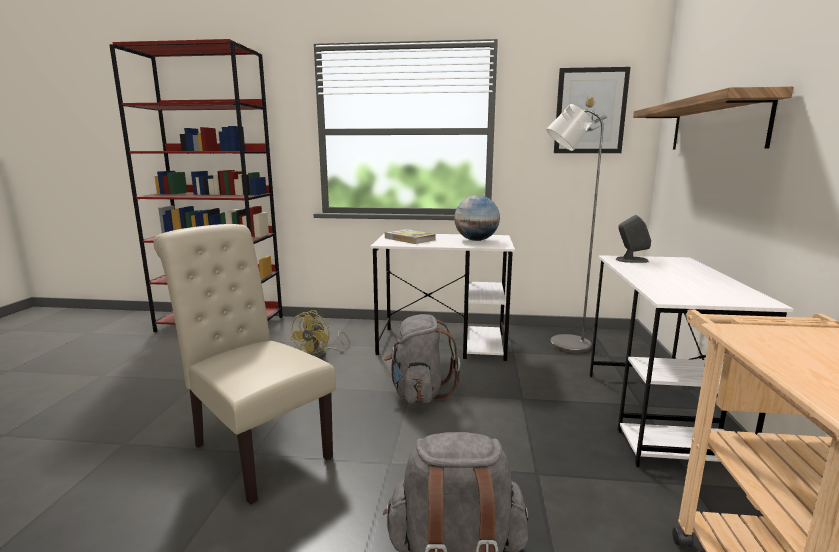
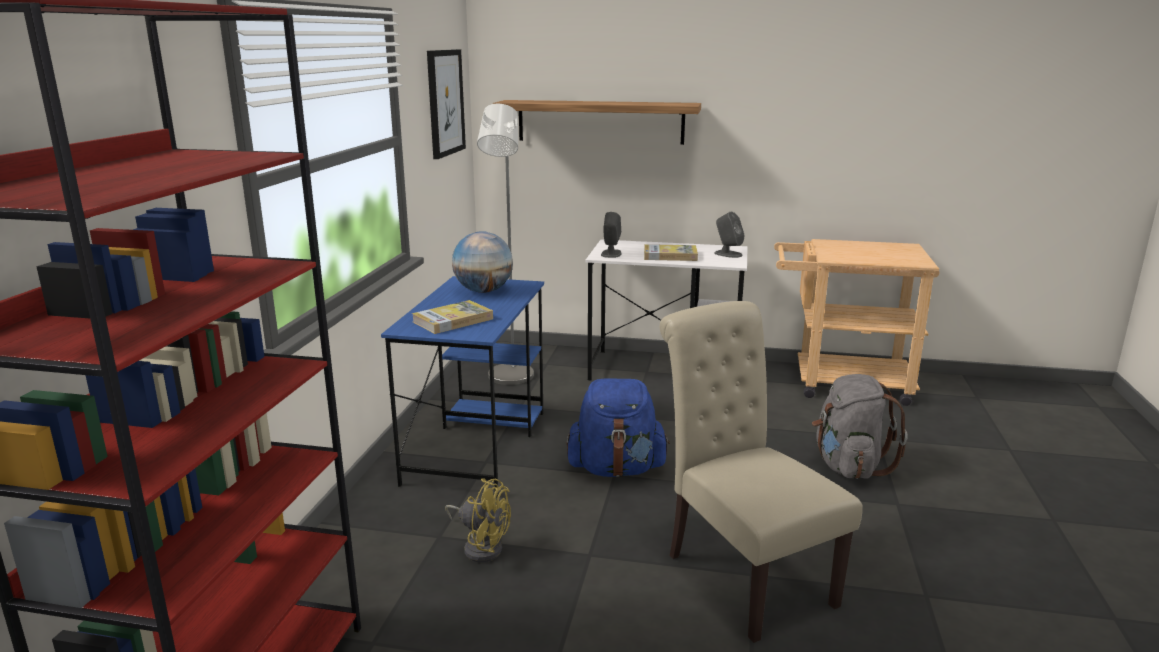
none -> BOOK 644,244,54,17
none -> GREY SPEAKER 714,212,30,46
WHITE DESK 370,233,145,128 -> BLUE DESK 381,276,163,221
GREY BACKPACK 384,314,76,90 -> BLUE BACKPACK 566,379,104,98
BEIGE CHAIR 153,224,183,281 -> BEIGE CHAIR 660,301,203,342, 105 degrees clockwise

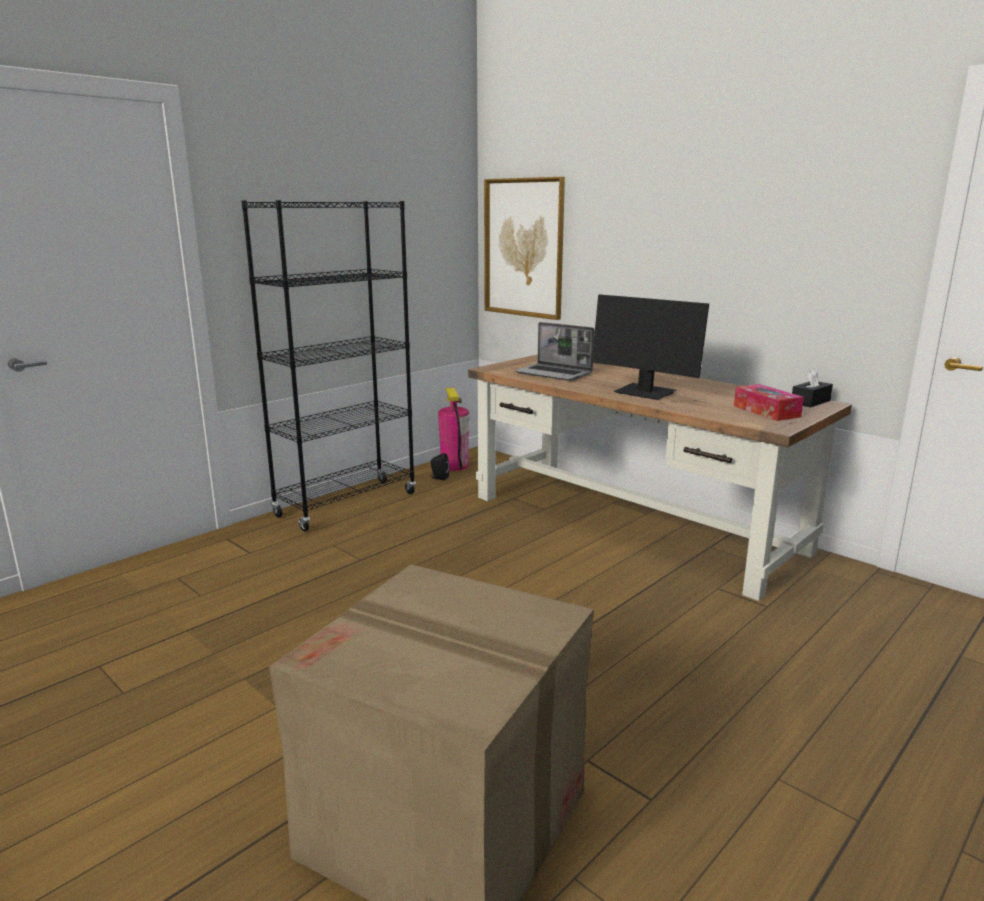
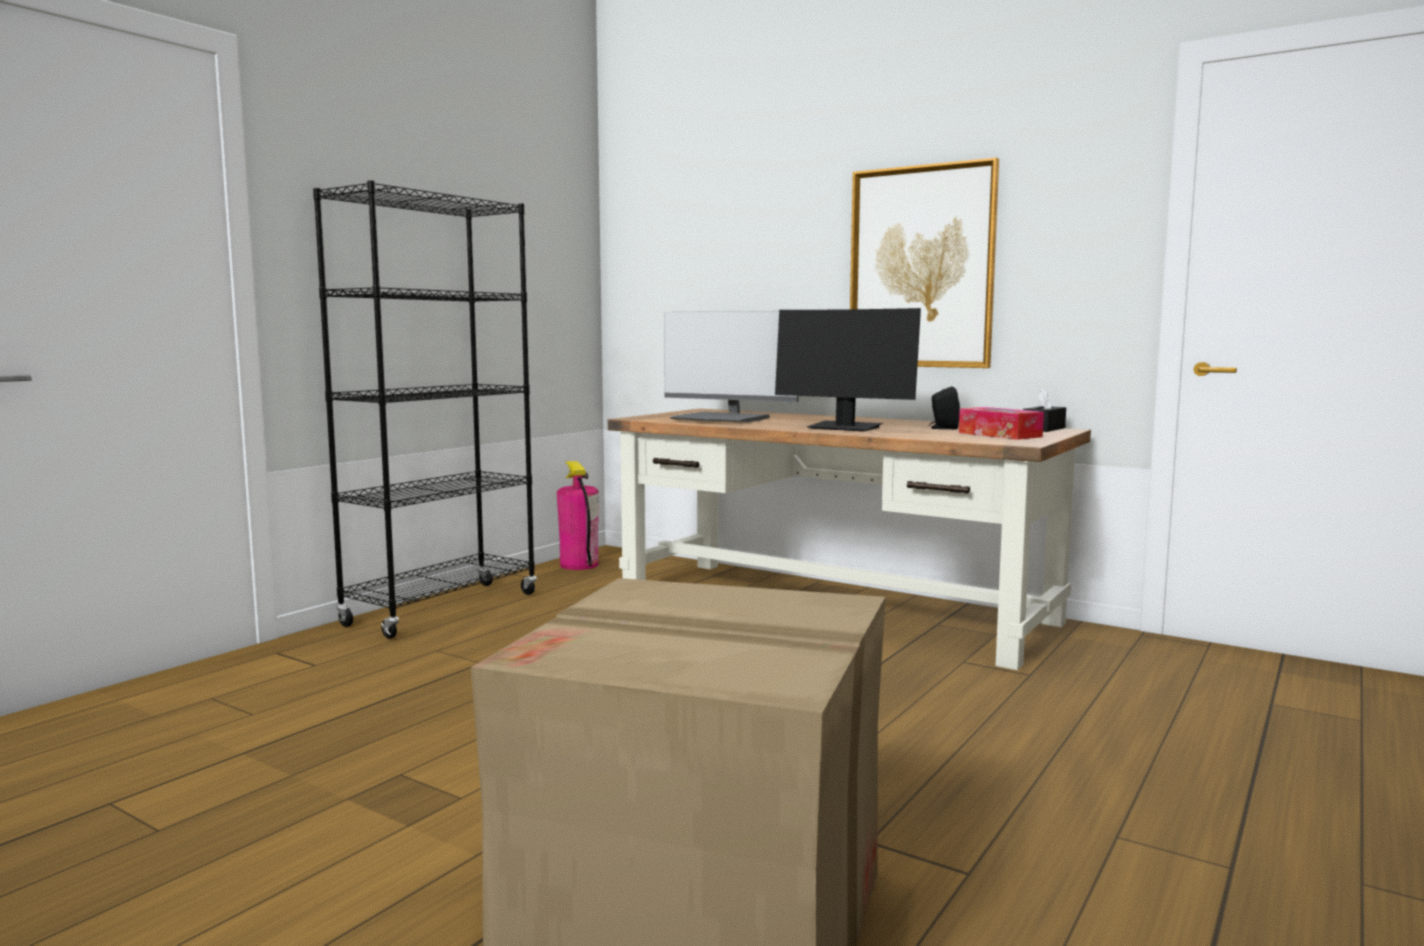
BLACK SPEAKER 431,453,18,27 -> BLACK SPEAKER 929,386,31,43, moved
PICTURE 484,177,81,143 -> PICTURE 850,158,149,210, moved
LAPTOP 515,322,79,59 -> MONITOR 664,311,135,111

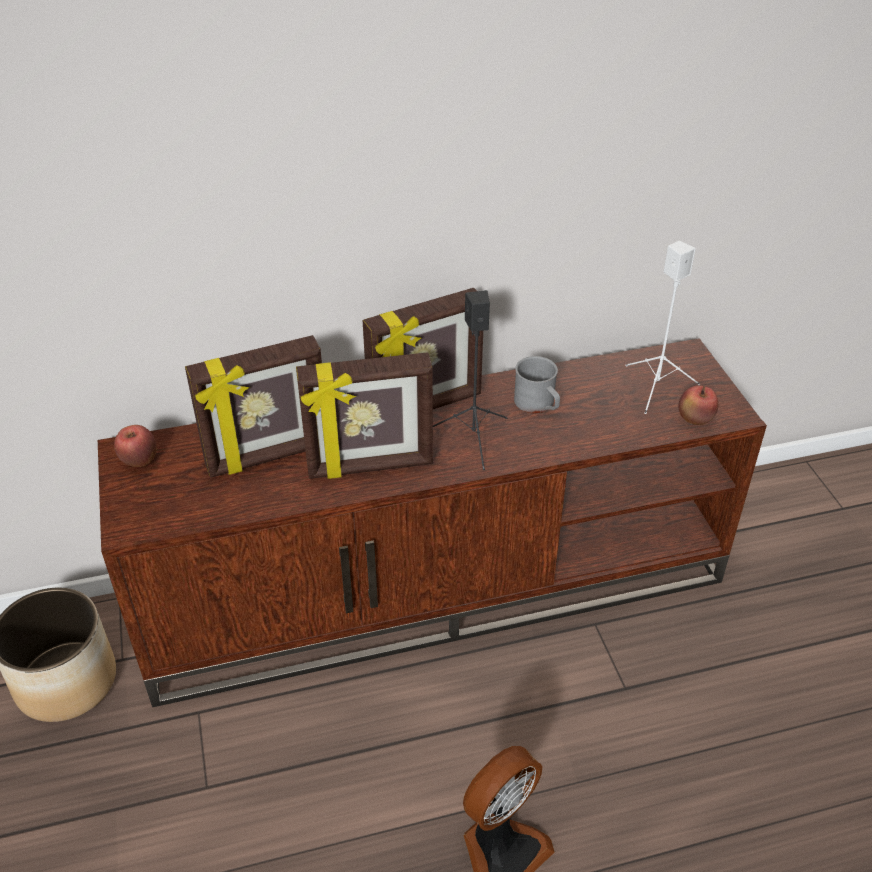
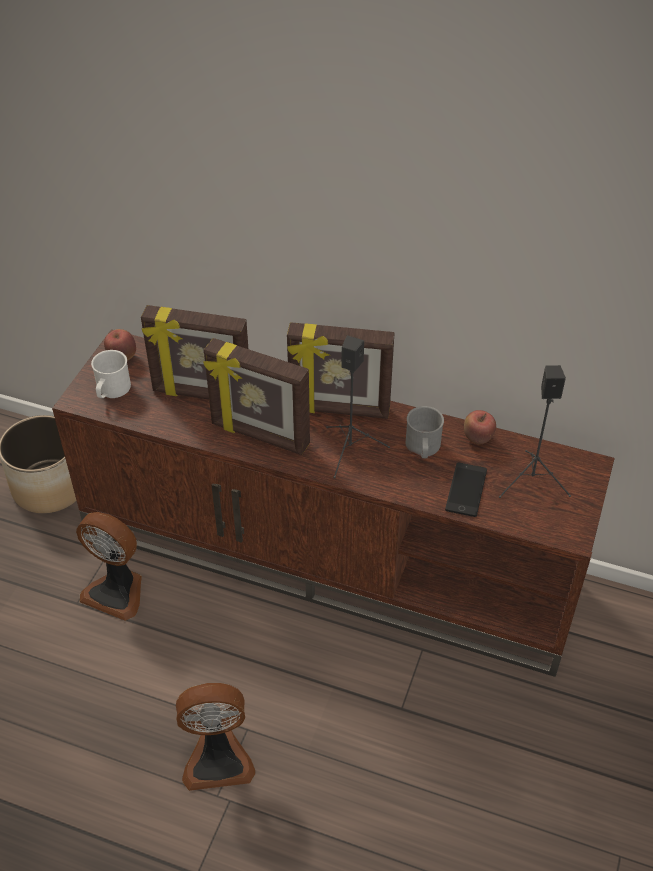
none -> FAN 76,512,66,109
none -> WHITE MUG 91,350,40,48
none -> PHONE 445,462,42,55
APPLE 679,385,39,40 -> APPLE 464,410,32,35, moved
WHITE SPEAKER 625,241,75,173 -> BLACK SPEAKER 499,365,72,133

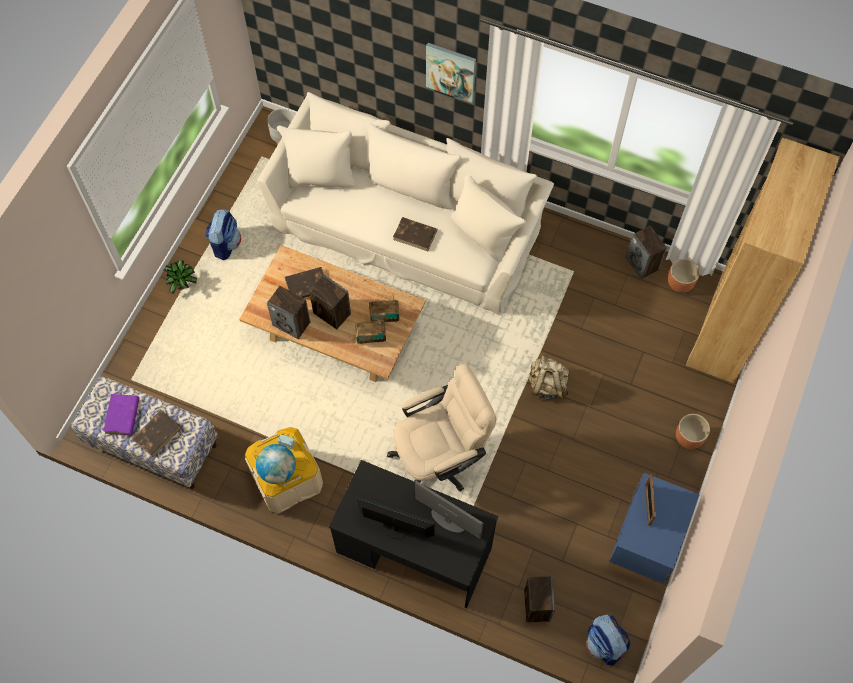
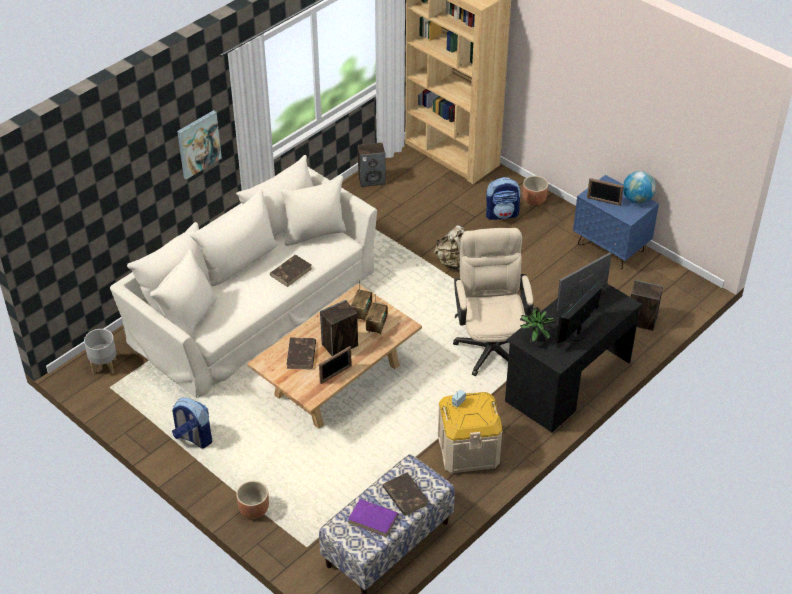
POTTED PLANT 163,260,34,34 -> POTTED PLANT 520,307,36,35, moved
GLOBE 256,444,40,40 -> GLOBE 623,171,33,33, moved
BACKPACK 586,614,44,52 -> BACKPACK 486,177,35,43, moved
BROWN PLANTER 668,258,32,35 -> BROWN PLANTER 236,481,33,38, moved
SPEAKER 267,286,43,53 -> PICTURE FRAME 319,346,33,38

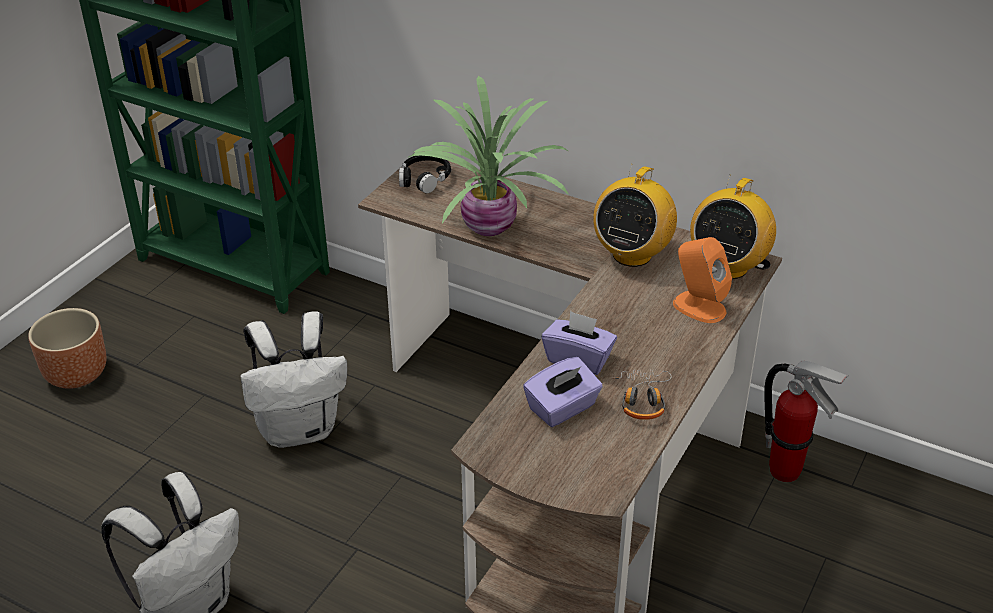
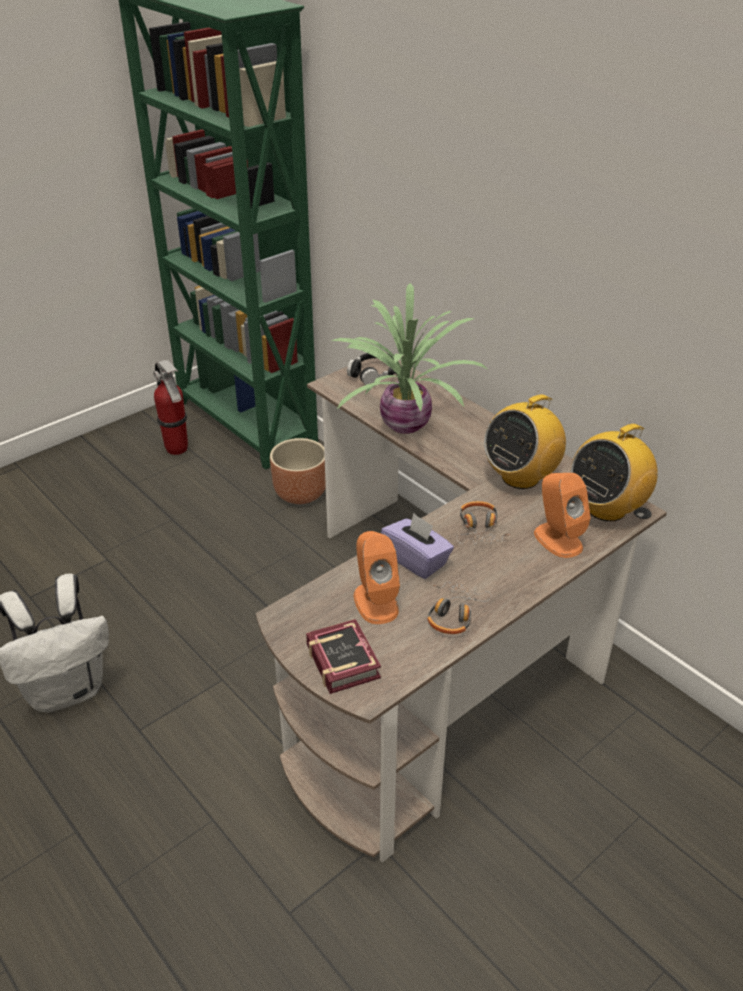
WHITE BACKPACK 240,311,107,137 -> none
none -> BOOK 306,619,75,75
none -> HEADPHONES 456,501,55,44
BROWN PLANTER 28,308,79,81 -> BROWN PLANTER 270,438,56,66, moved
FIRE EXTINGUISHER 764,361,85,121 -> FIRE EXTINGUISHER 153,360,35,95, moved
PURPLE TISSUE BOX 523,357,80,70 -> ORANGE SPEAKER 354,531,46,93

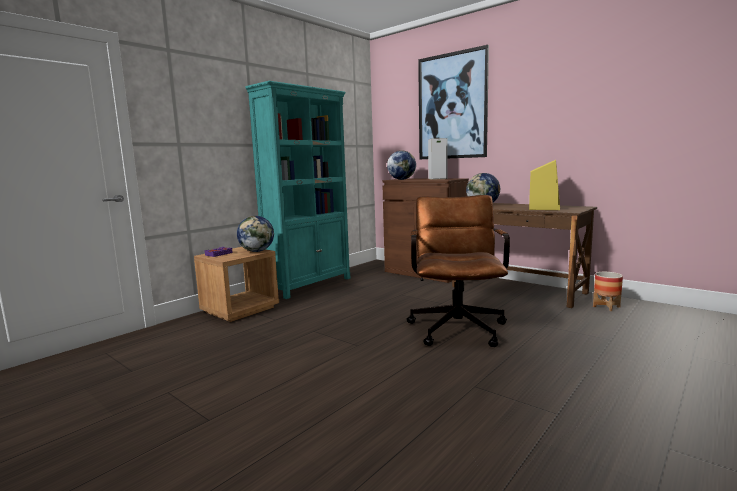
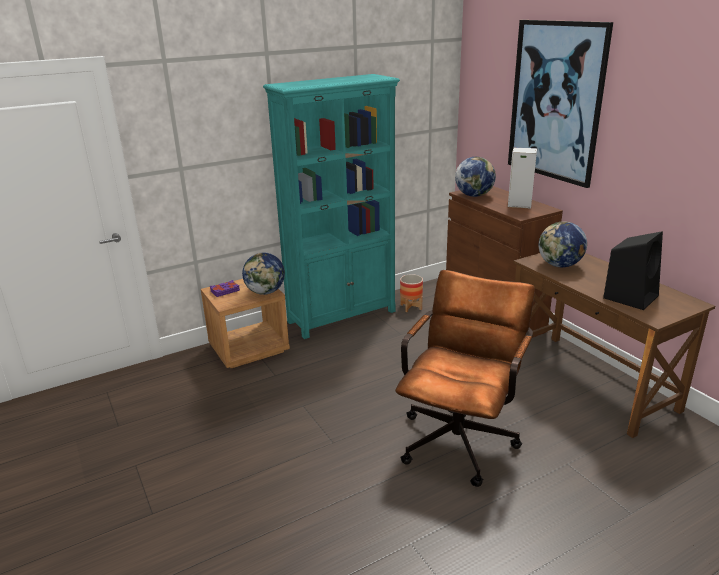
PLANTER 593,272,30,39 -> PLANTER 400,274,23,38, moved
YELLOW SPEAKER 529,160,31,50 -> BLACK SPEAKER 603,231,60,79

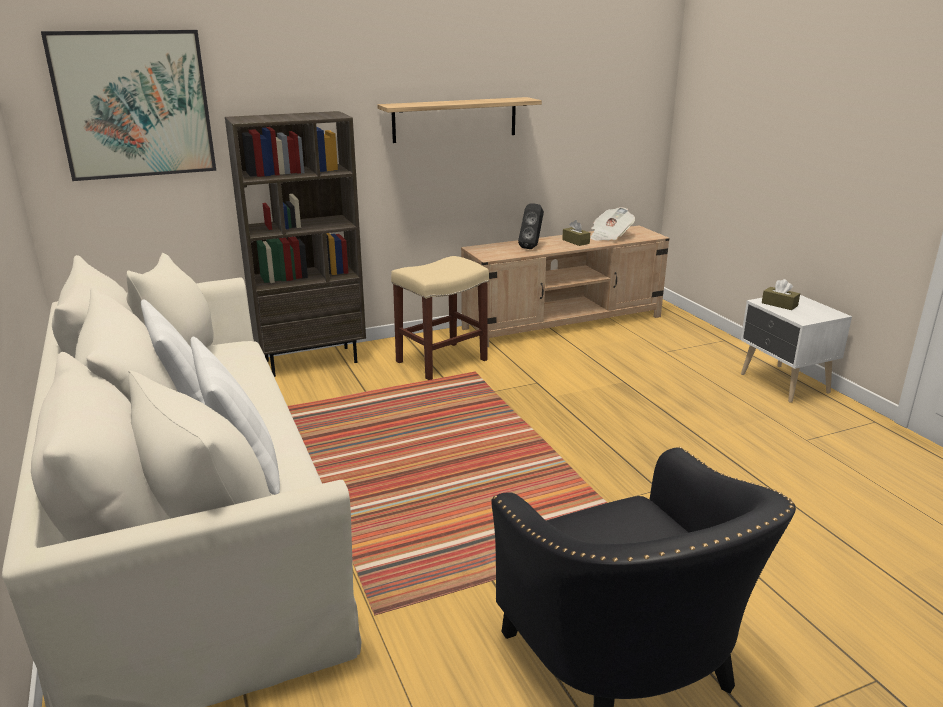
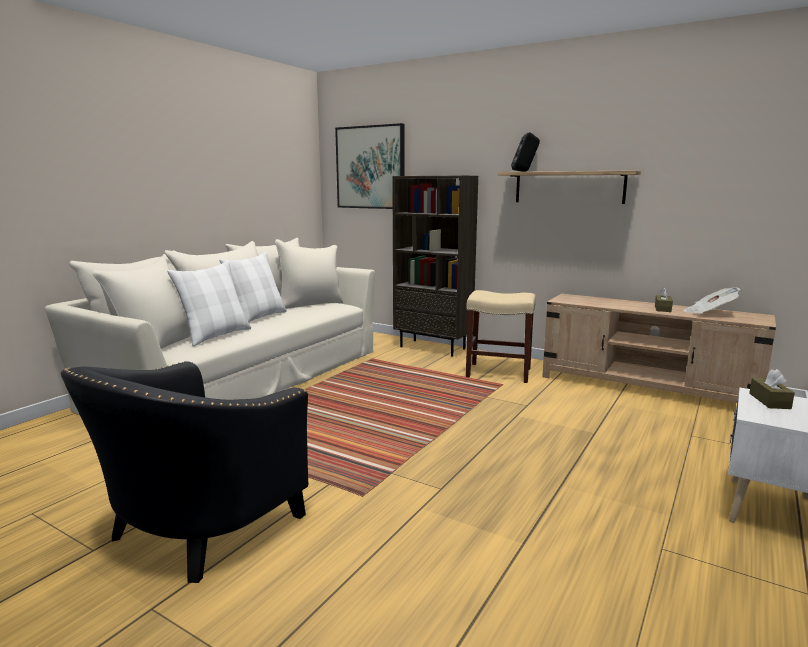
BLACK SPEAKER 518,203,26,46 -> BLACK SPEAKER 511,132,29,40, moved

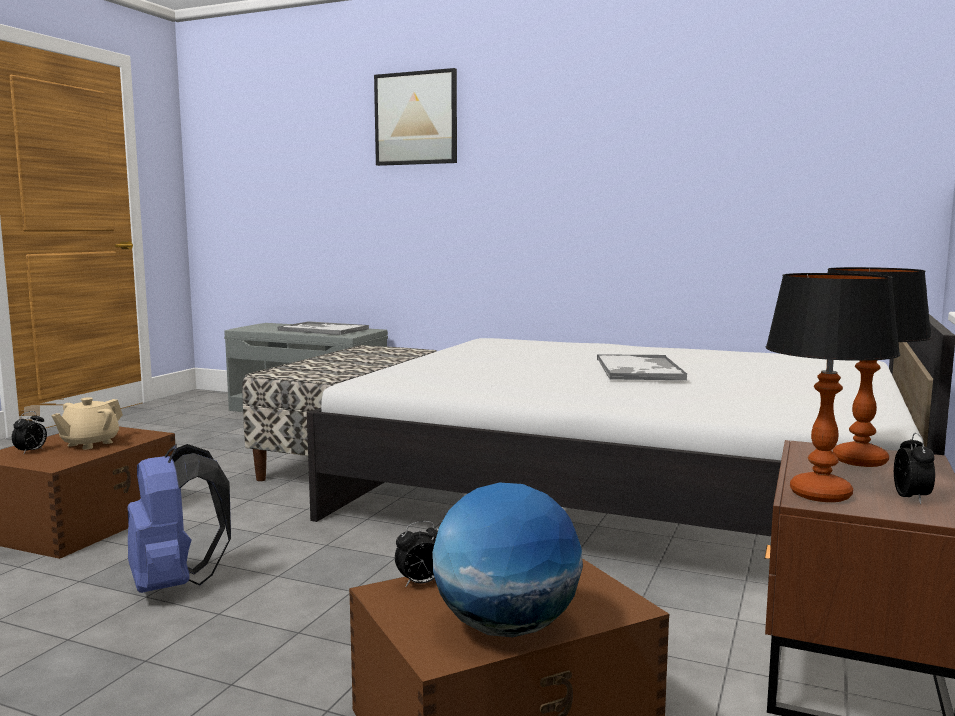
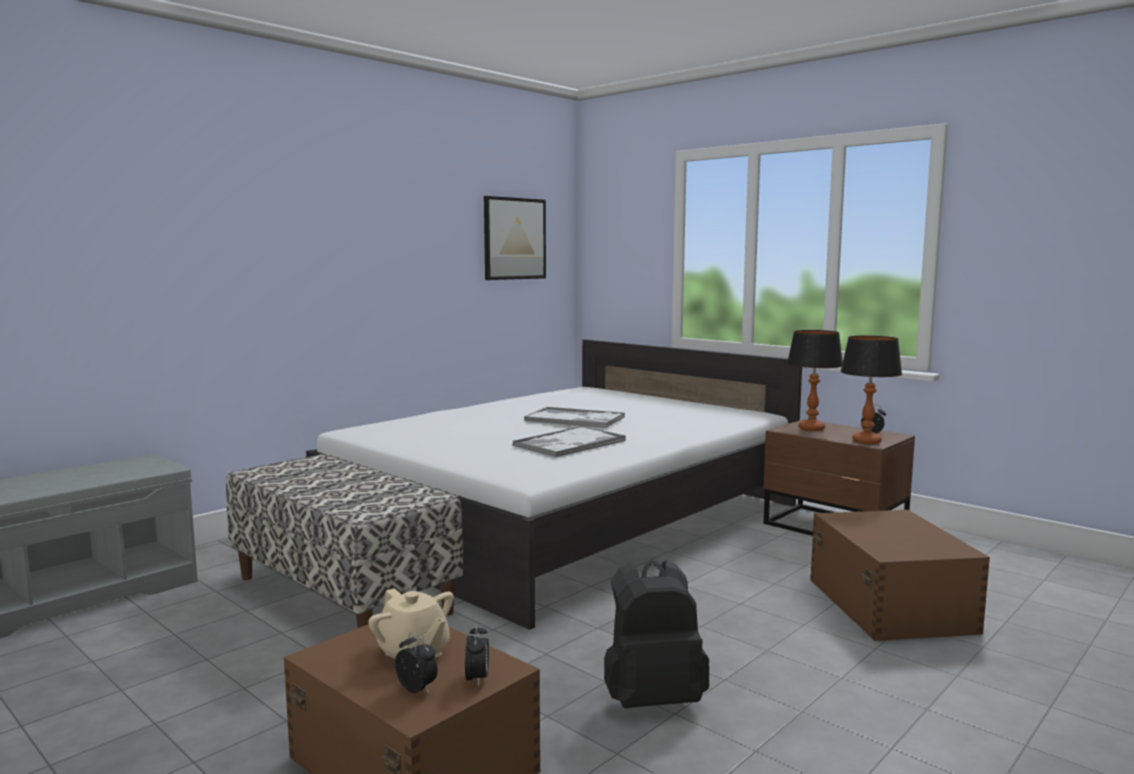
GLOBE 432,482,151,155 -> none
TRAY 277,321,92,14 -> TRAY 513,426,113,31, moved
PICTURE 374,68,83,98 -> PICTURE 484,196,62,84, moved
ALARM CLOCK 395,521,43,66 -> ALARM CLOCK 465,622,24,65, moved
BLUE BACKPACK 127,444,104,149 -> BLACK BACKPACK 604,560,105,148

